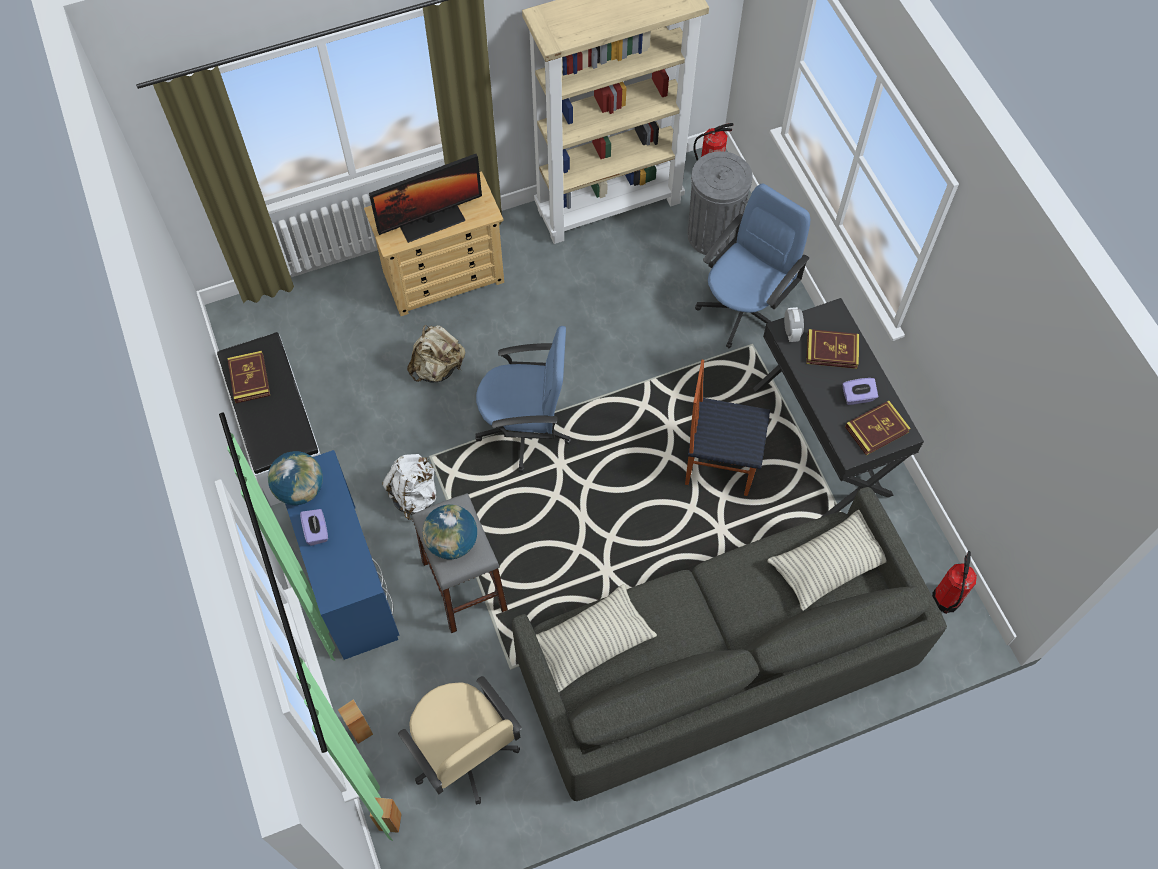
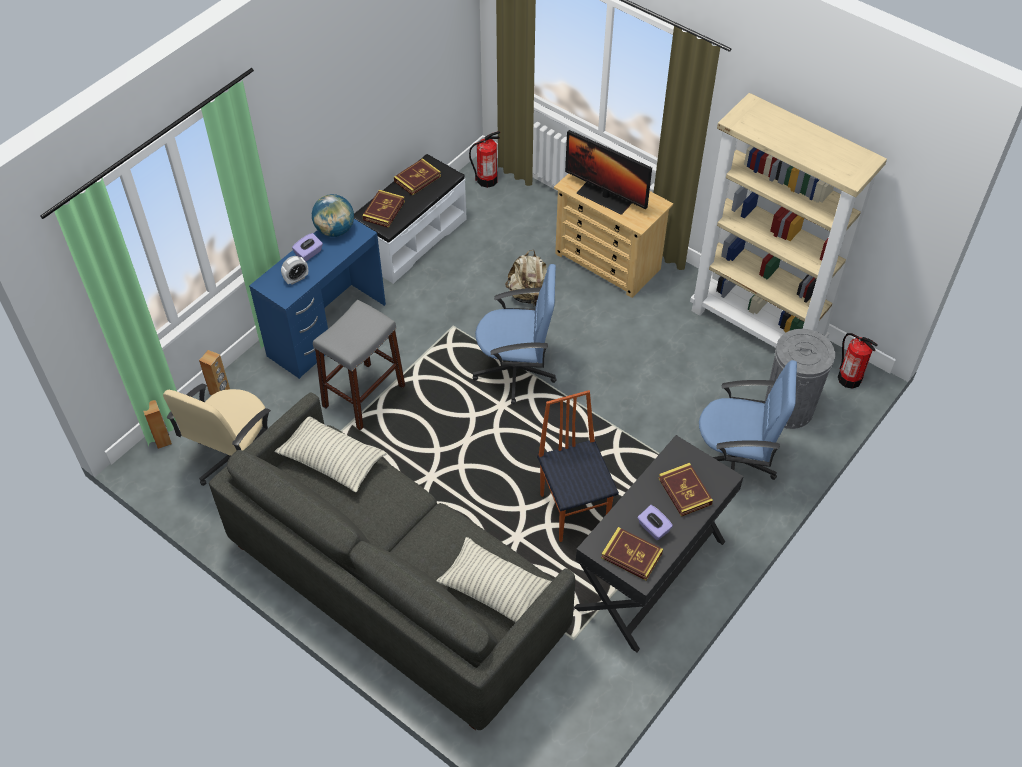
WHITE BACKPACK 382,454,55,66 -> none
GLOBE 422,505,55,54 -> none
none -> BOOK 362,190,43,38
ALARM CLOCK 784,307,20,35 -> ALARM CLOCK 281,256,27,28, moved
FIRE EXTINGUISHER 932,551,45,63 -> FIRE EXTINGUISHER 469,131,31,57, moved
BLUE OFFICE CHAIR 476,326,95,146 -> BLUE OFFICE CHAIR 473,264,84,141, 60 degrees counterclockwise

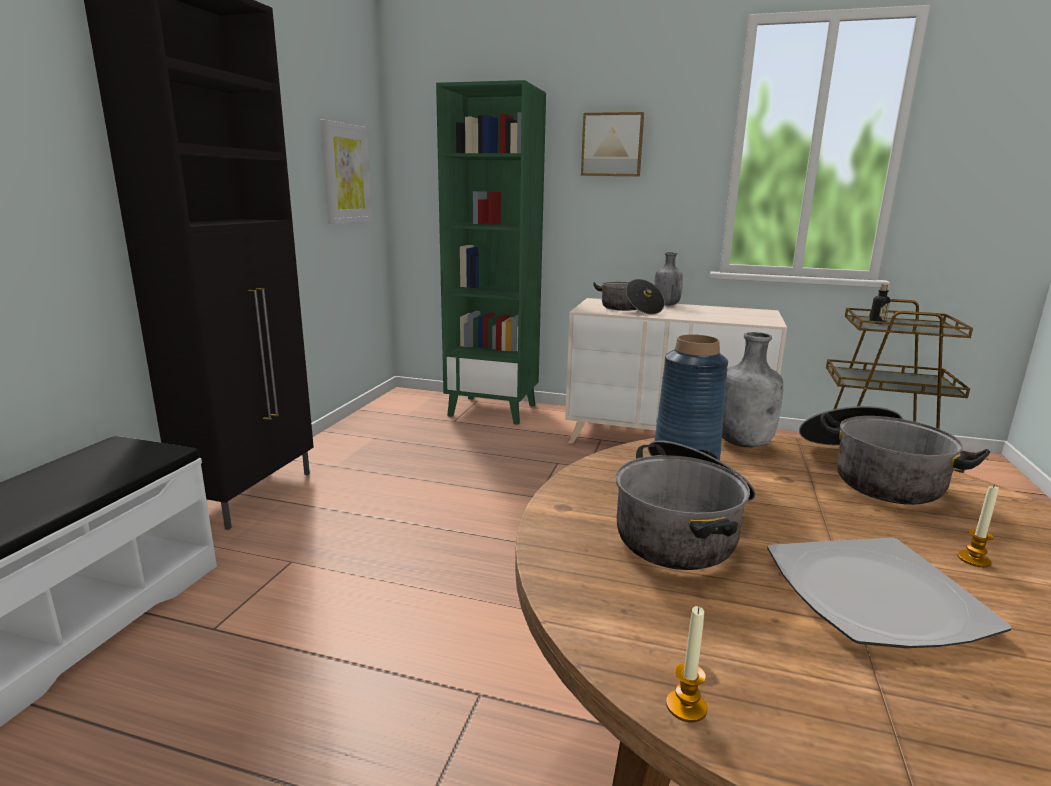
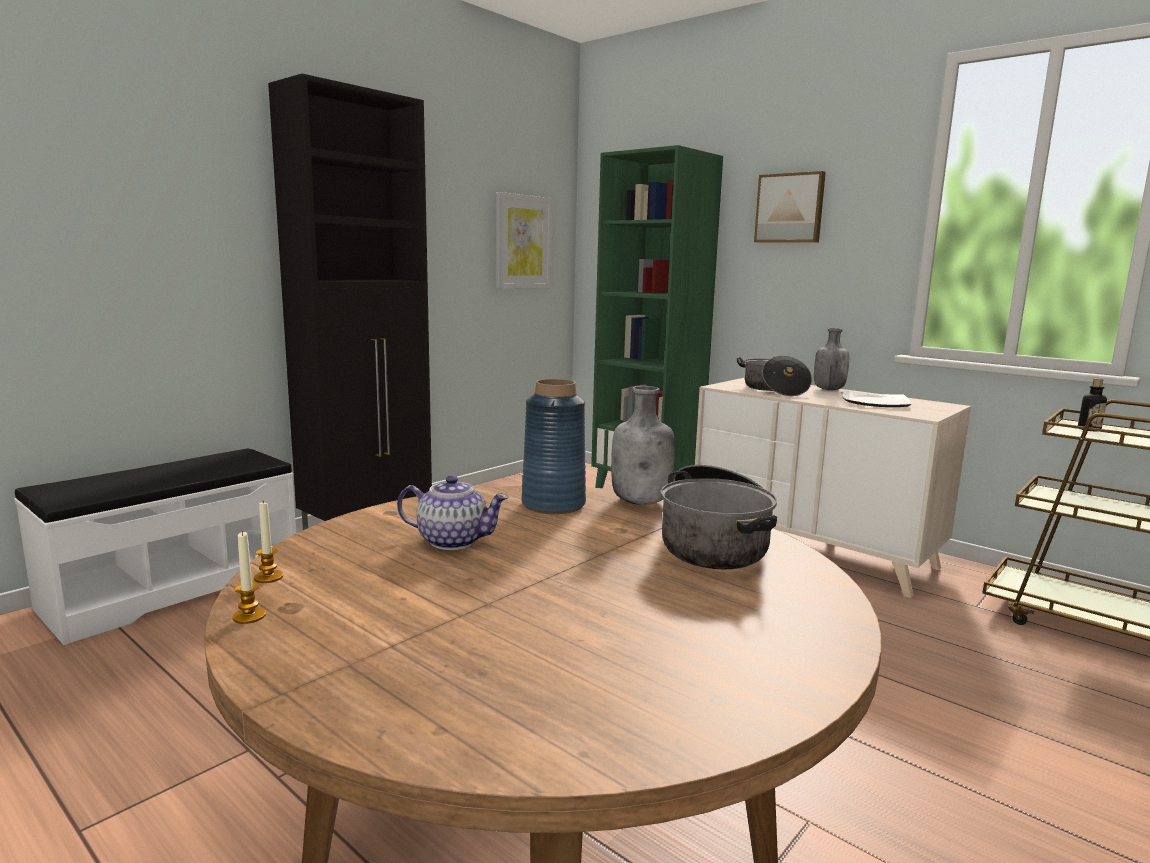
PLATE 767,537,244,111 -> PLATE 843,391,68,16, moved
CANDLE 957,484,42,84 -> CANDLE 254,501,29,82, moved
COOKING POT 616,441,139,129 -> TEAPOT 397,475,112,75

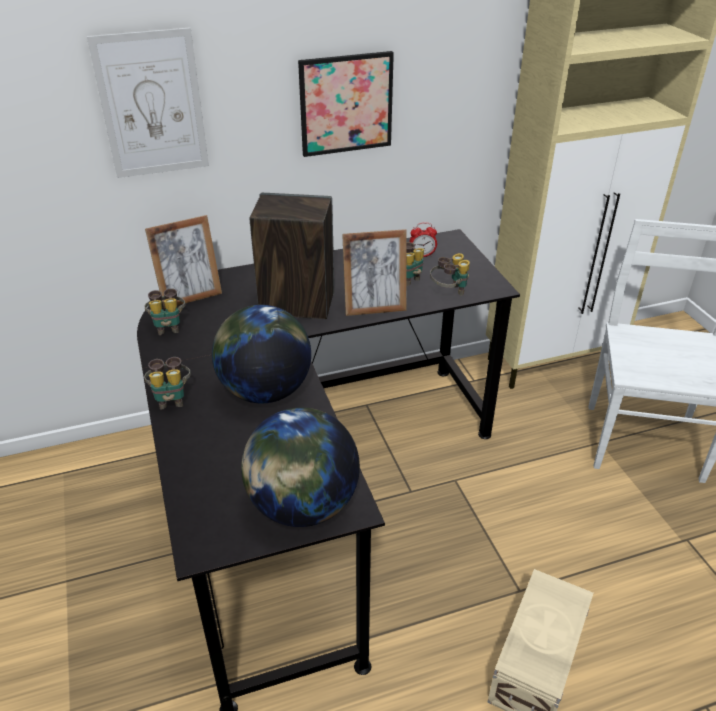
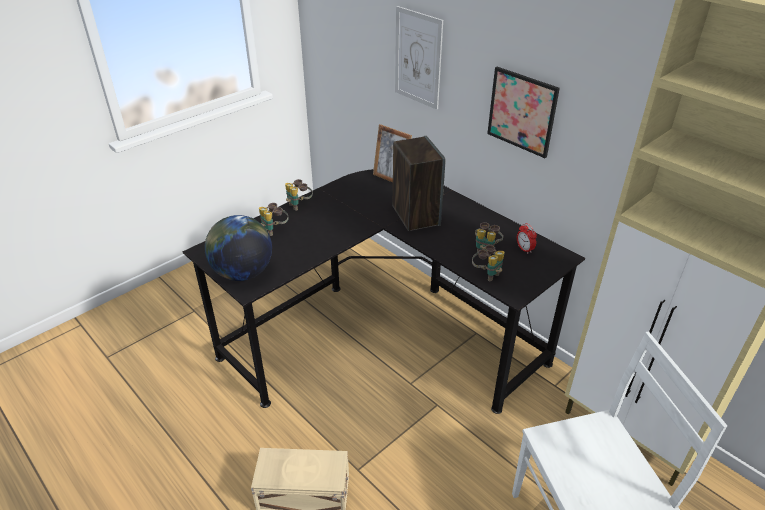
GLOBE 212,305,99,98 -> none
PICTURE FRAME 342,229,64,87 -> none
BINOCULARS 144,288,41,47 -> BINOCULARS 259,203,30,33, moved

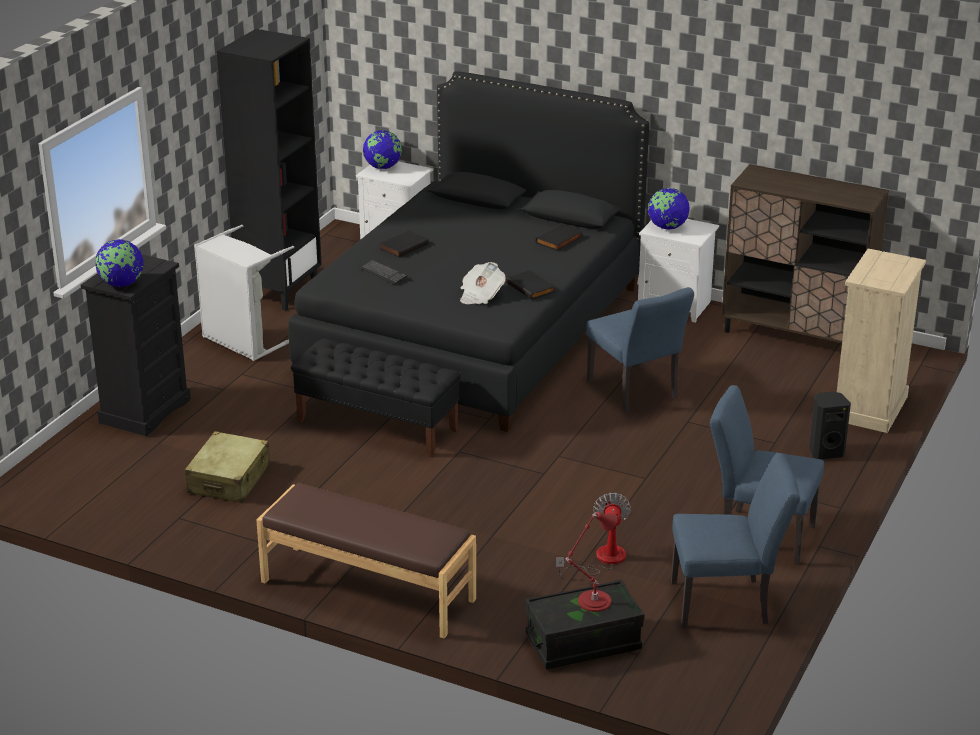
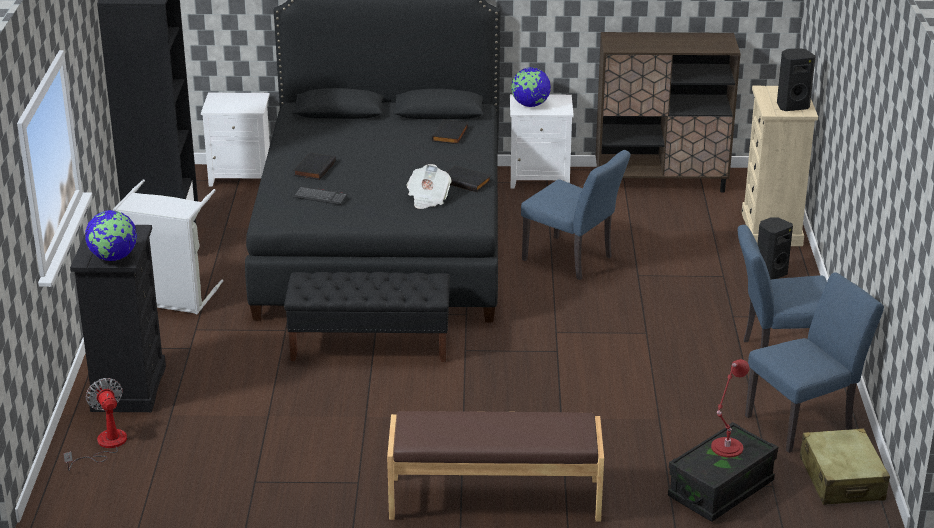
GLOBE 363,130,39,39 -> none
none -> BLACK SPEAKER 777,48,39,63
BEIGE SUITCASE 185,431,85,72 -> BEIGE SUITCASE 800,428,90,77, moved
FAN 556,493,75,83 -> FAN 63,378,64,93, moved

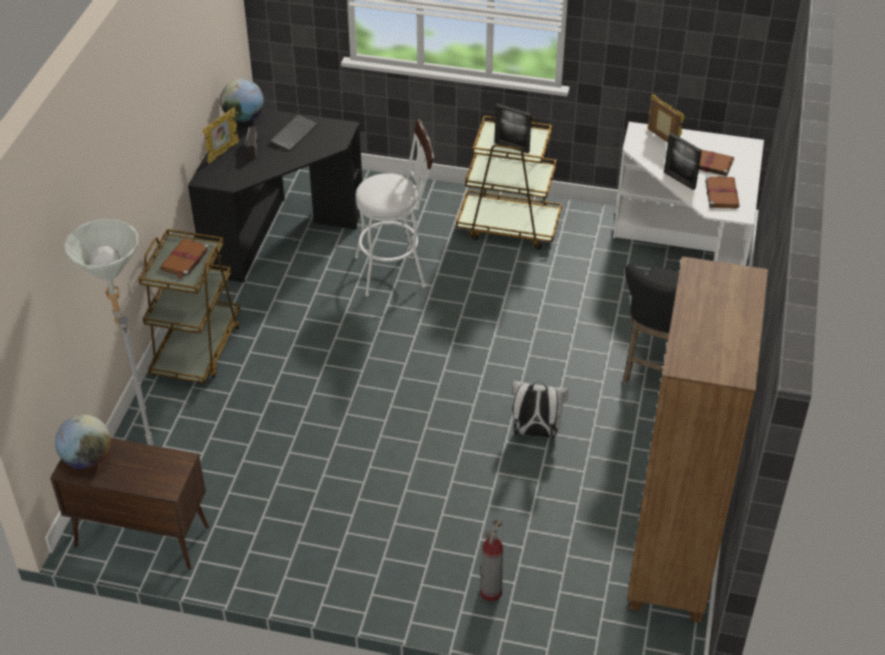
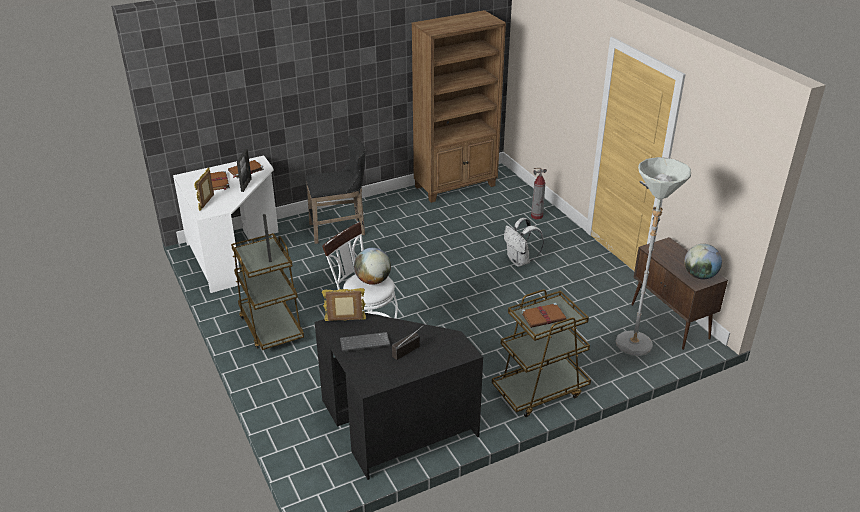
PICTURE FRAME 203,107,36,57 -> PICTURE FRAME 322,288,44,33, moved
GLOBE 220,79,44,43 -> GLOBE 354,248,37,37, moved
WHITE BACKPACK 512,381,56,57 -> WHITE BACKPACK 504,218,40,49, moved

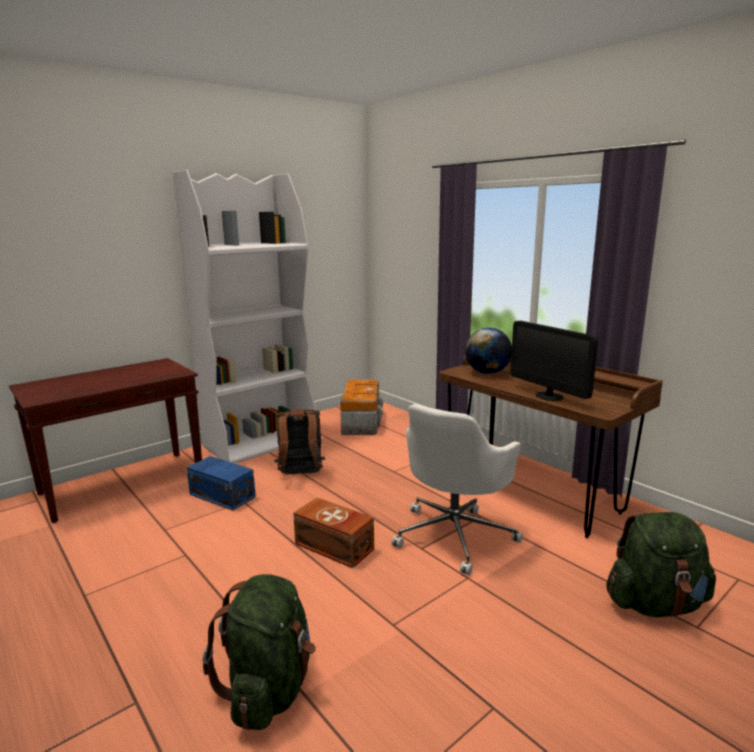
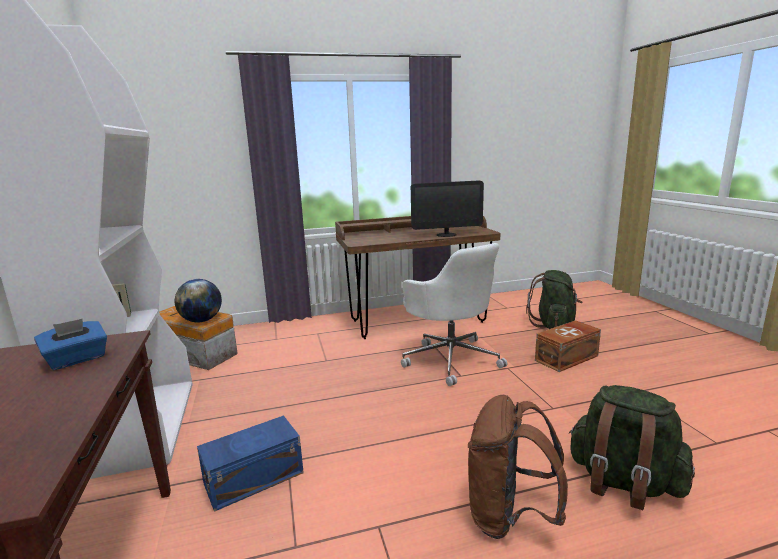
none -> BLUE TISSUE BOX 34,318,73,52
BROWN BACKPACK 274,409,51,65 -> BROWN BACKPACK 468,395,100,144, moved
BROWN STORAGE BOX 293,497,81,71 -> BROWN STORAGE BOX 535,320,66,52, moved
GLOBE 465,327,47,47 -> GLOBE 174,279,48,44, moved

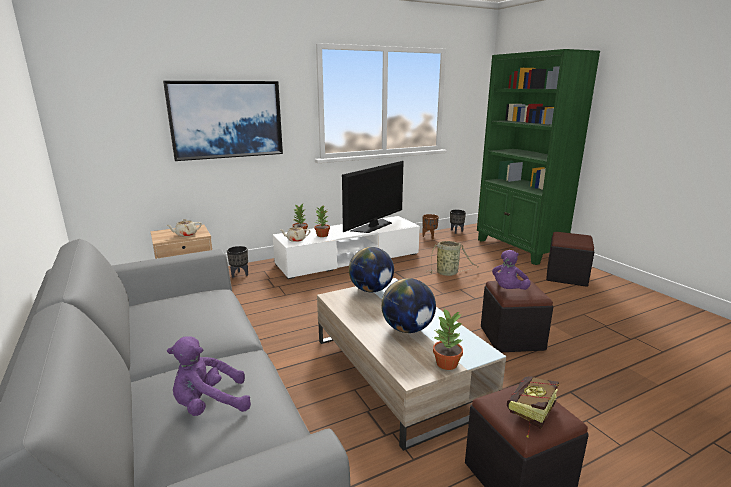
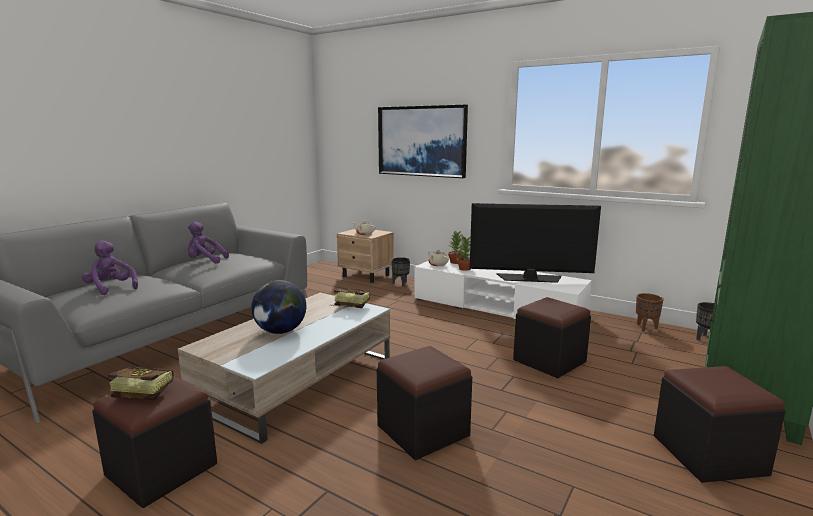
POTTED PLANT 433,309,30,61 -> none
PURPLE PLUSH TOY 492,250,39,40 -> PURPLE PLUSH TOY 188,222,41,41, moved
GLOBE 349,247,45,45 -> BOOK 329,288,41,20
BASKET 425,241,54,35 -> BLACK OTTOMAN 513,297,78,81

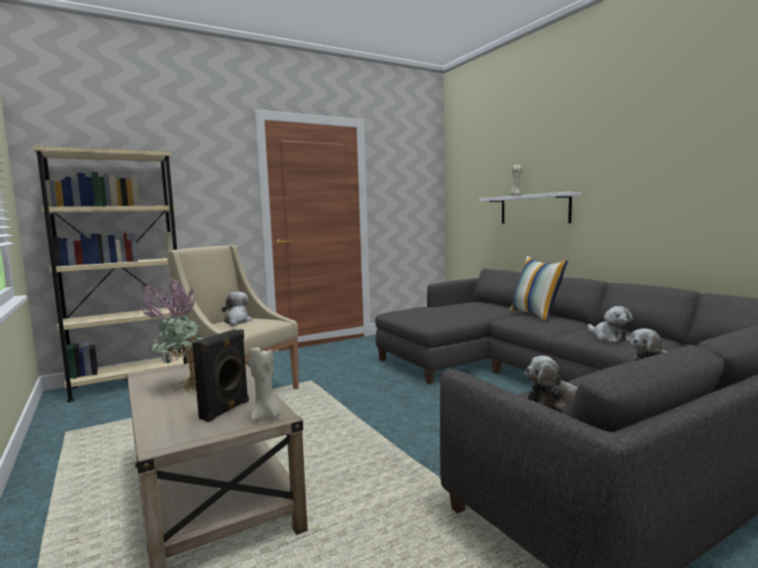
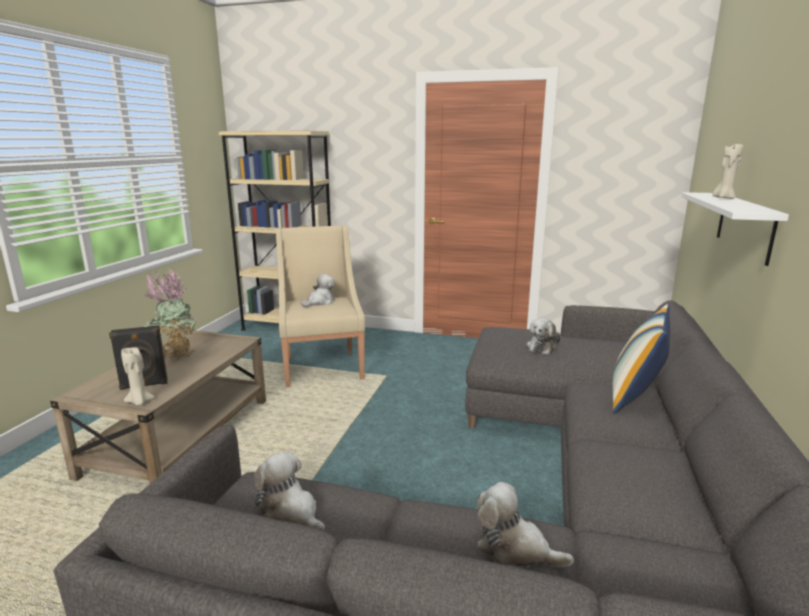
PLUSH TOY 588,306,45,36 -> PLUSH TOY 526,318,35,37, moved

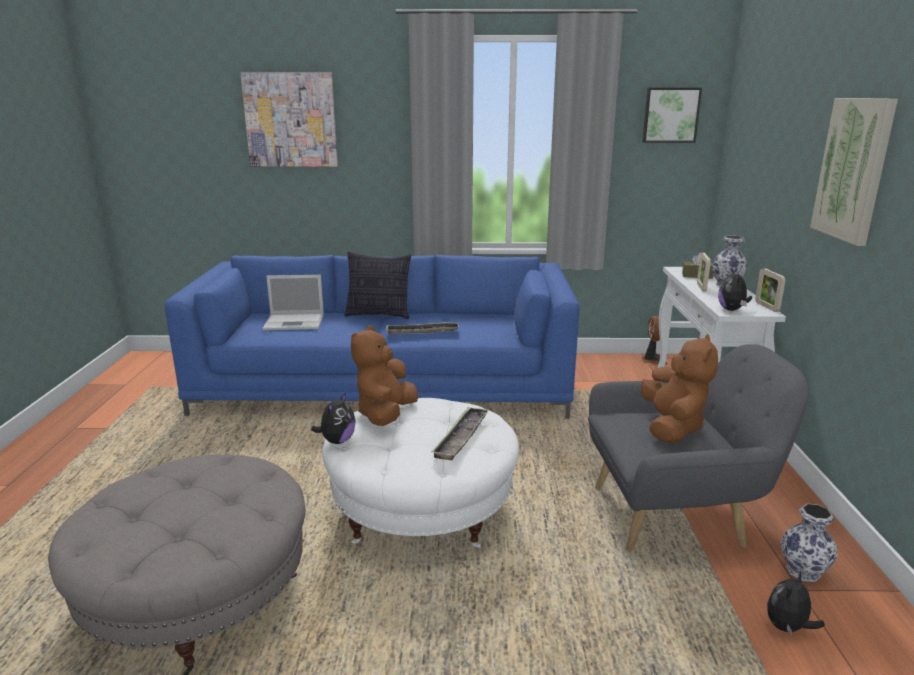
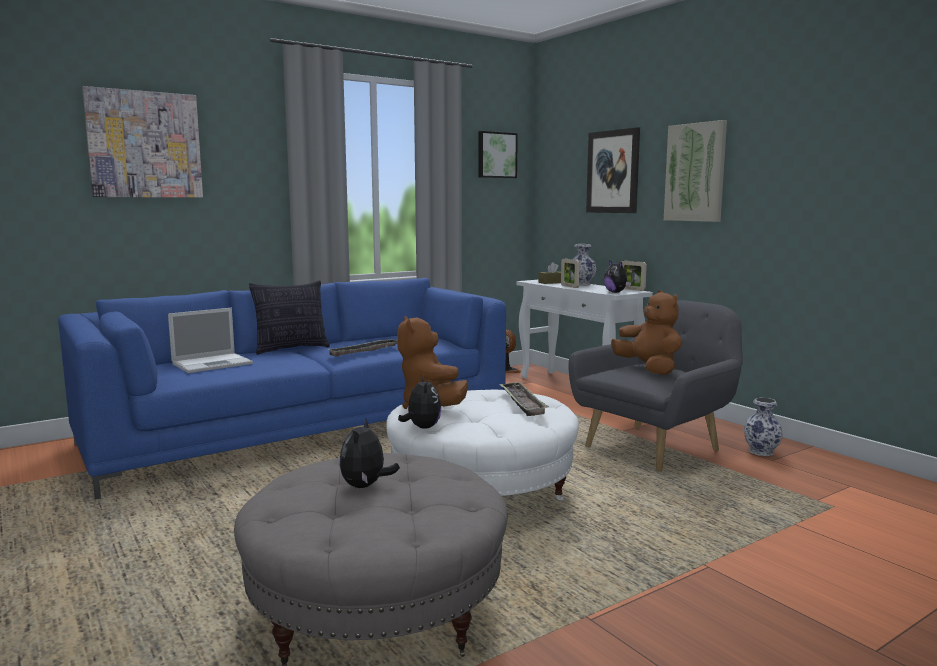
none -> PICTURE 586,127,54,86
PLUSH TOY 767,571,58,65 -> PLUSH TOY 339,417,61,71, moved

